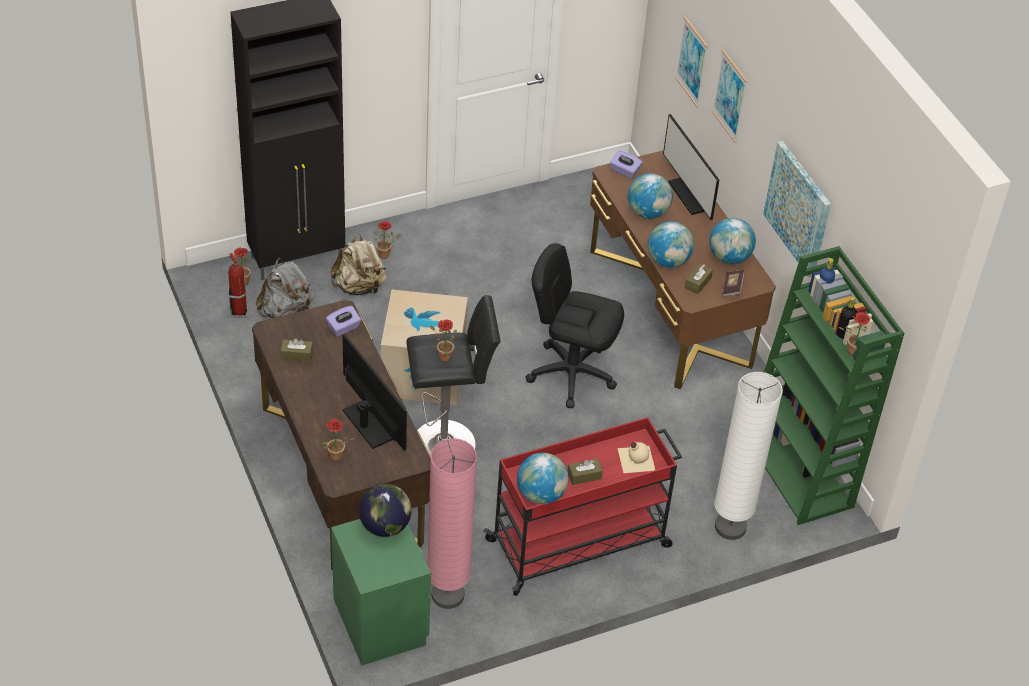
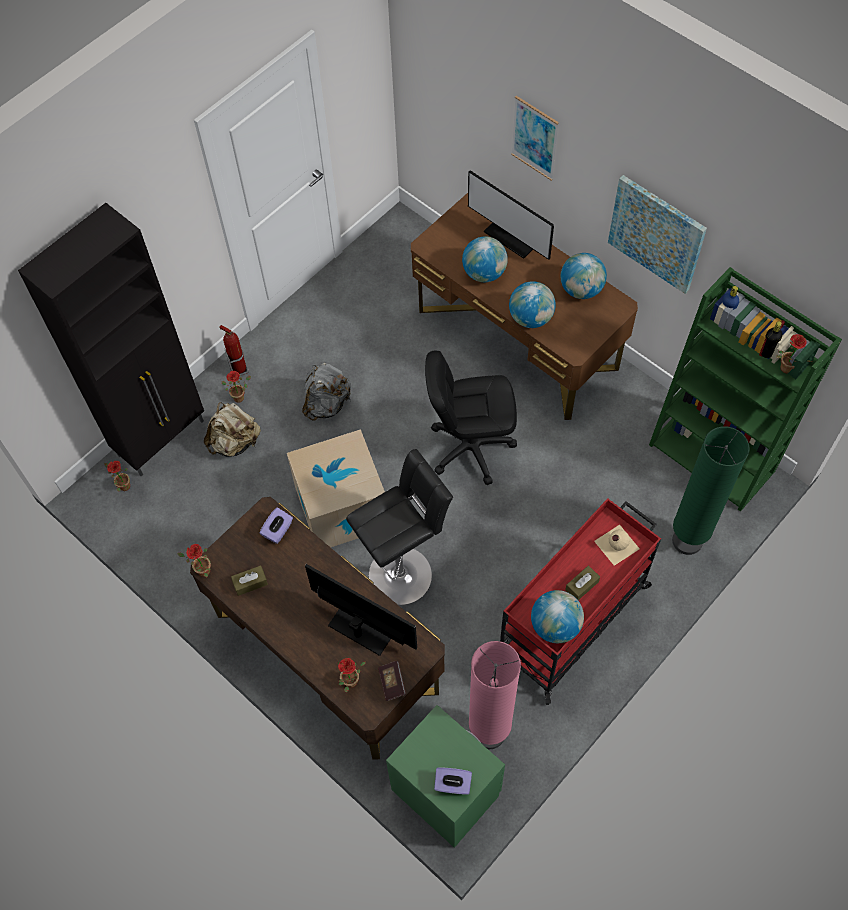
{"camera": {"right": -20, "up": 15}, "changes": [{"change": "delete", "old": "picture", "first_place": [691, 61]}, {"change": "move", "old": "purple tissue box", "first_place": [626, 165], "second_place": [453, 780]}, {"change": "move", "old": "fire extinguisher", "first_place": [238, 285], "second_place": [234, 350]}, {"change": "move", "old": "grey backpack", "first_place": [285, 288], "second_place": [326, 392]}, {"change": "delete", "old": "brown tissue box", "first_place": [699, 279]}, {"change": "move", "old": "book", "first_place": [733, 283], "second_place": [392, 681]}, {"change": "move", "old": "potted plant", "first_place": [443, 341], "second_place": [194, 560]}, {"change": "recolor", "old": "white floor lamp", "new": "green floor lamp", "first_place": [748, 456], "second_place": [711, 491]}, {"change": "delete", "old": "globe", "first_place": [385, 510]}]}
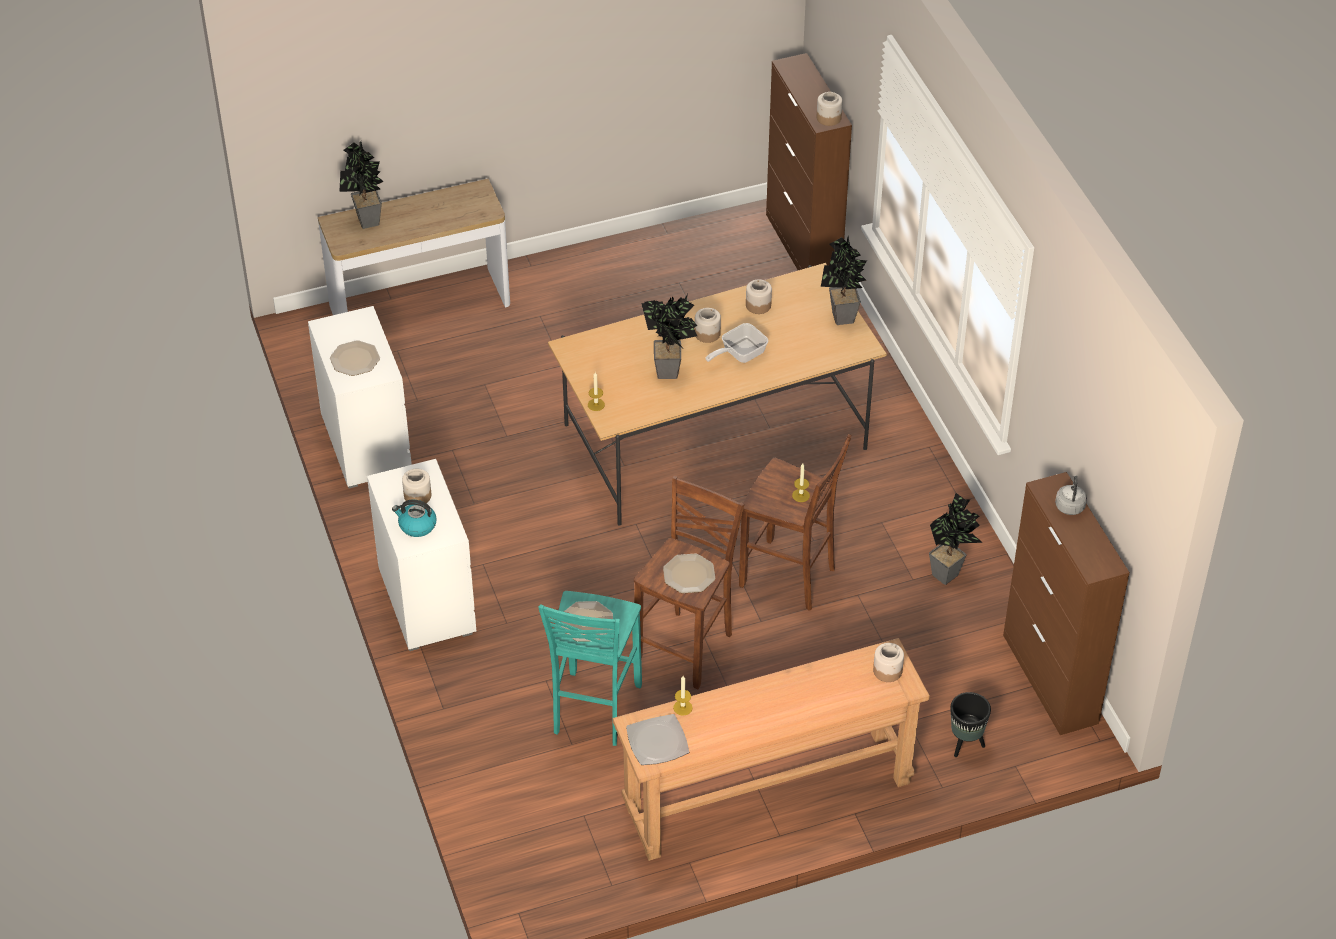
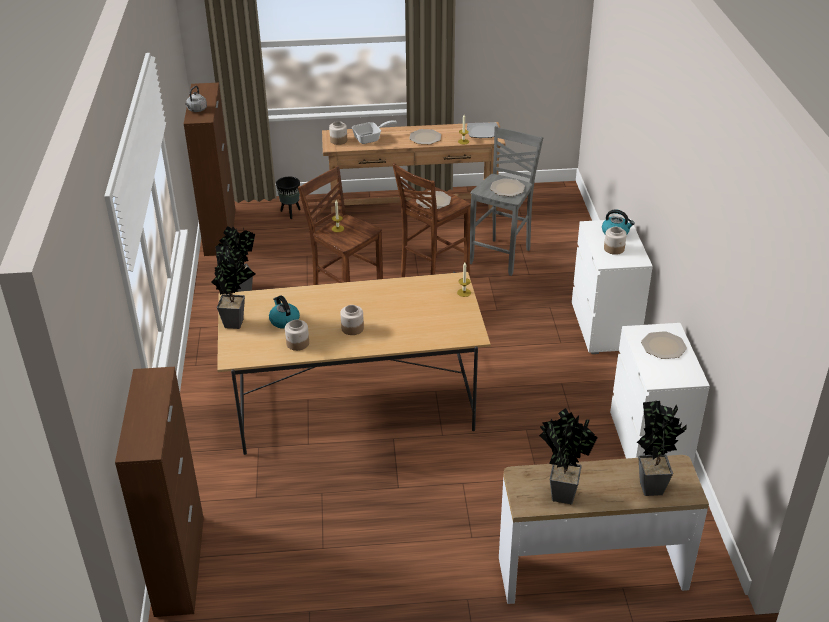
{"camera": {"right": -165, "up": -10}, "changes": [{"change": "delete", "old": "jar", "first_place": [830, 109]}, {"change": "move", "old": "potted plant", "first_place": [669, 336], "second_place": [568, 456]}, {"change": "move", "old": "frying pan", "first_place": [737, 343], "second_place": [374, 132]}, {"change": "recolor", "old": "turquoise stool", "new": "grey stool", "first_place": [590, 668], "second_place": [506, 201]}, {"change": "insert", "new": "plate", "second_place": [425, 136]}, {"change": "insert", "new": "kettle", "second_place": [284, 312]}]}
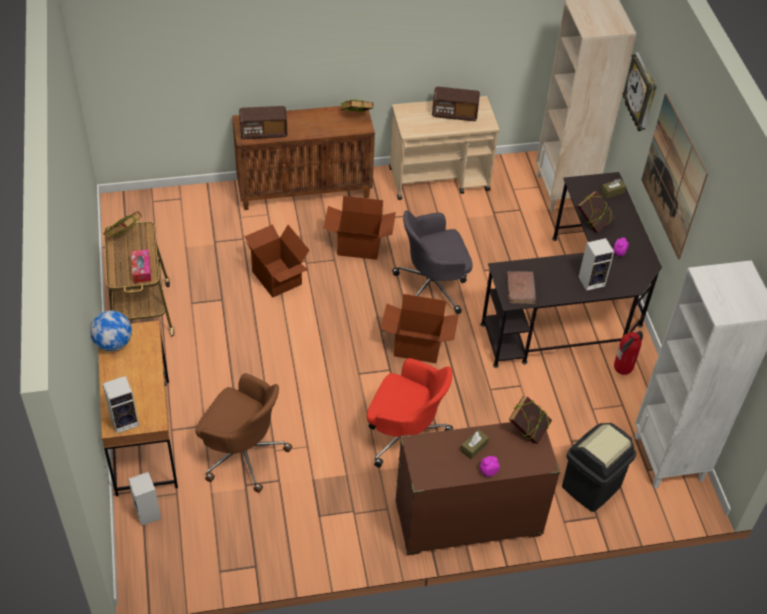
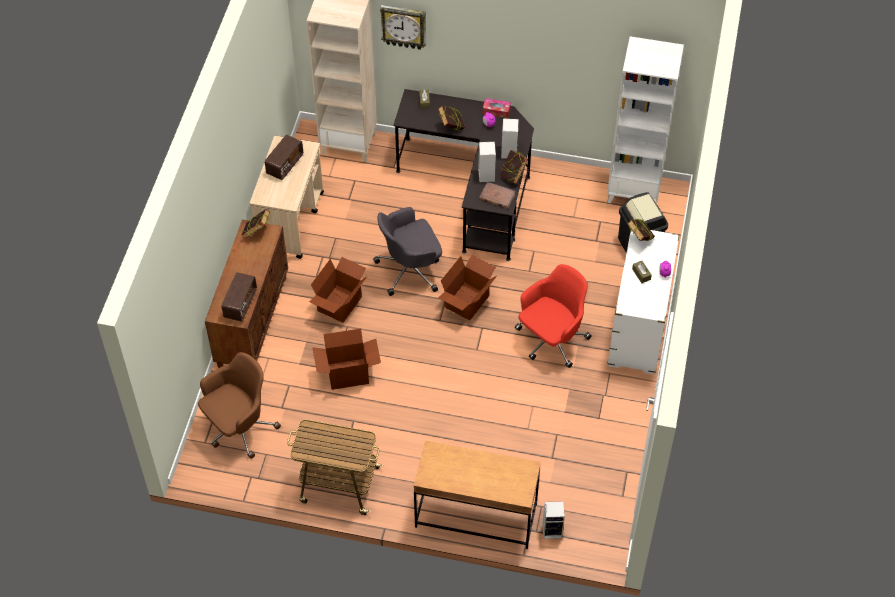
{"camera": {"right": -65, "up": 5}, "changes": [{"change": "delete", "old": "picture", "first_place": [674, 176]}, {"change": "rotate", "old": "grey office chair", "first_place": [432, 262], "second_place": [407, 251], "degrees": 60}, {"change": "move", "old": "book", "first_place": [122, 225], "second_place": [513, 167]}, {"change": "move", "old": "tissue box", "first_place": [141, 266], "second_place": [497, 108]}, {"change": "delete", "old": "globe", "first_place": [111, 331]}, {"change": "delete", "old": "fire extinguisher", "first_place": [628, 353]}, {"change": "move", "old": "brown office chair", "first_place": [244, 433], "second_place": [239, 405]}, {"change": "move", "old": "speaker", "first_place": [120, 404], "second_place": [487, 162]}, {"change": "recolor", "old": "brown dresser", "new": "white dresser", "first_place": [477, 488], "second_place": [643, 302]}]}
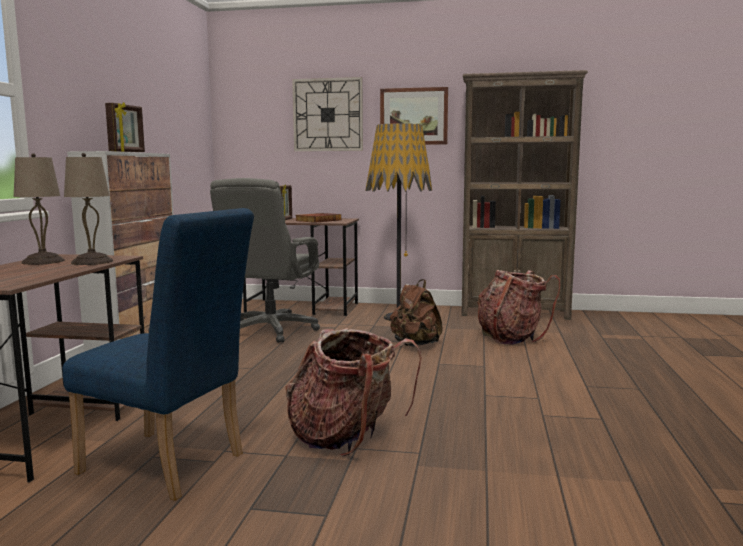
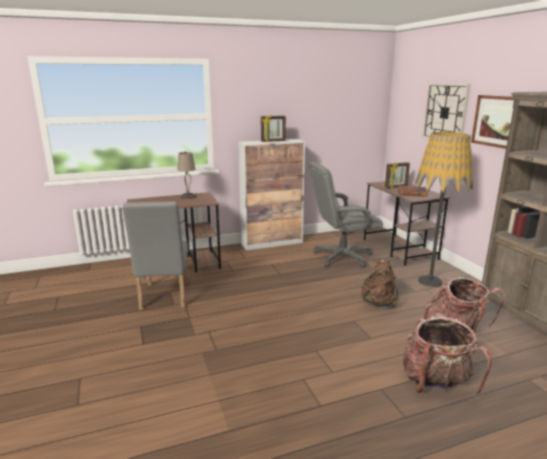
{"camera": {"right": 60, "up": 10}, "changes": [{"change": "delete", "old": "beige table lamp", "first_place": [88, 209]}, {"change": "recolor", "old": "blue chair", "new": "grey chair", "first_place": [158, 354], "second_place": [155, 255]}, {"change": "move", "old": "backpack", "first_place": [354, 392], "second_place": [447, 354]}]}
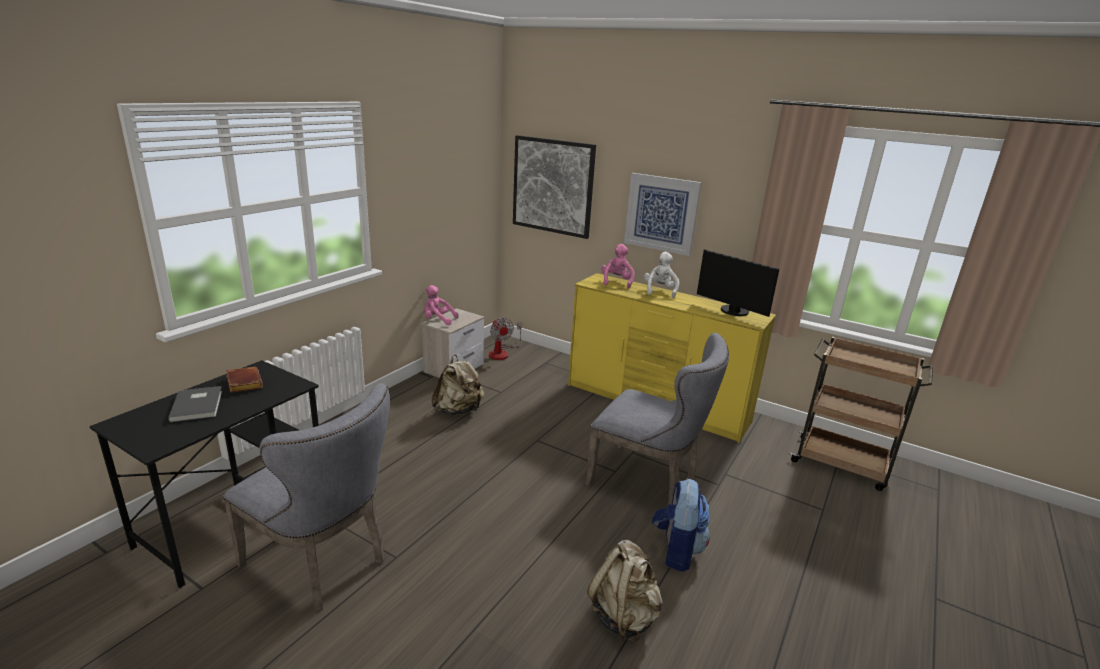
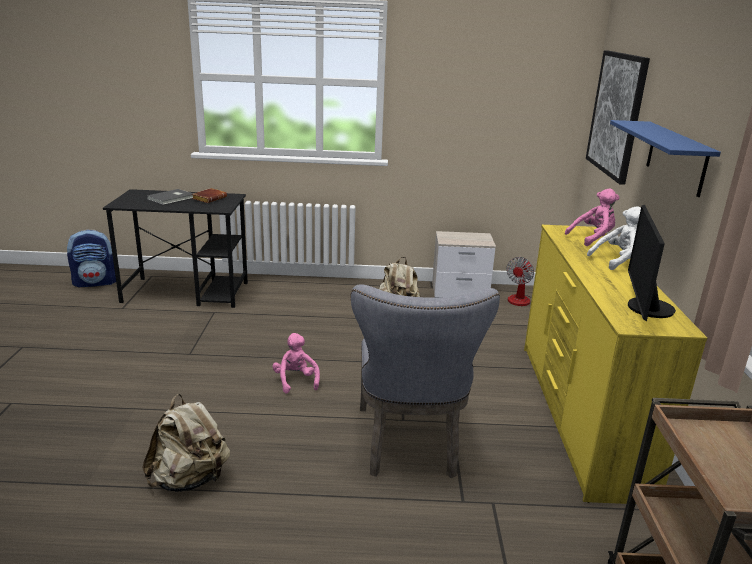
{"camera": {"right": 60, "up": 0}, "changes": [{"change": "replace", "old": "picture", "new": "blue shelf", "first_place": [663, 214], "second_place": [665, 158]}, {"change": "move", "old": "pink plush toy", "first_place": [441, 305], "second_place": [296, 363]}, {"change": "delete", "old": "grey chair", "first_place": [306, 497]}, {"change": "move", "old": "backpack", "first_place": [681, 525], "second_place": [91, 258]}]}
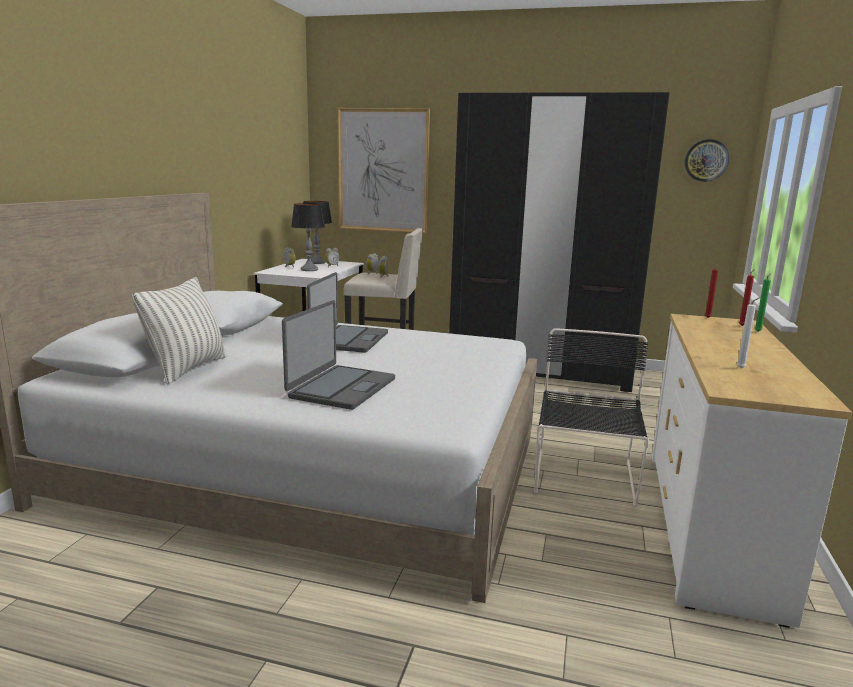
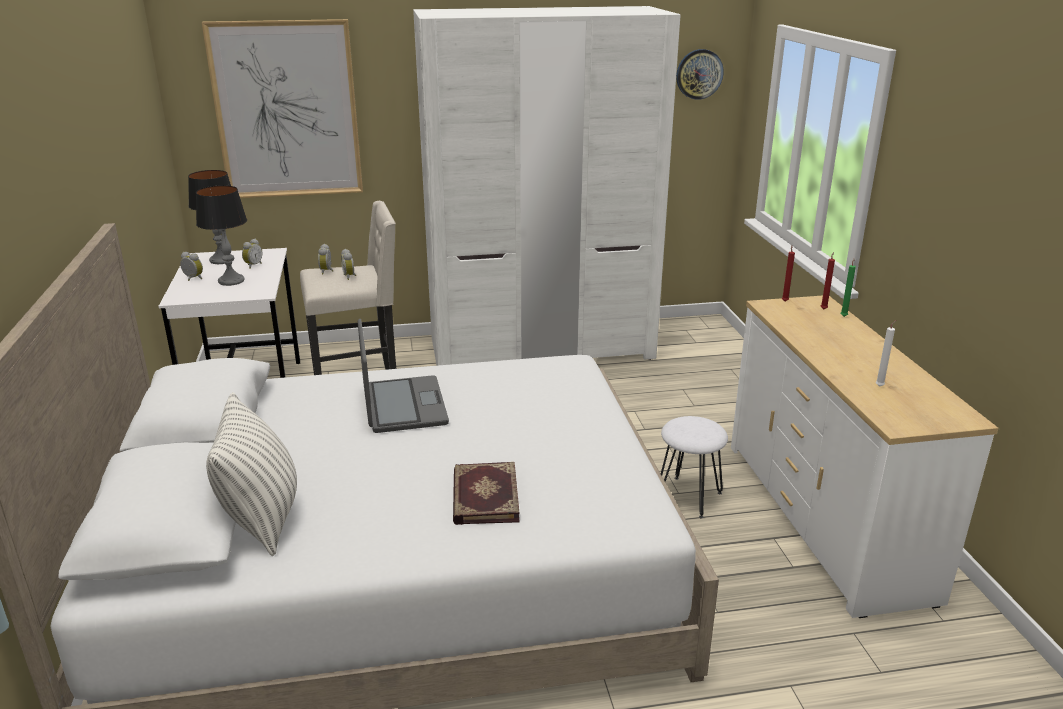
{"camera": {"right": -25, "up": 10}, "changes": [{"change": "recolor", "old": "black wardrobe", "new": "white wardrobe", "first_place": [559, 242], "second_place": [547, 186]}, {"change": "replace", "old": "laptop", "new": "book", "first_place": [338, 355], "second_place": [486, 493]}, {"change": "replace", "old": "black chair", "new": "white stool", "first_place": [591, 417], "second_place": [694, 467]}]}
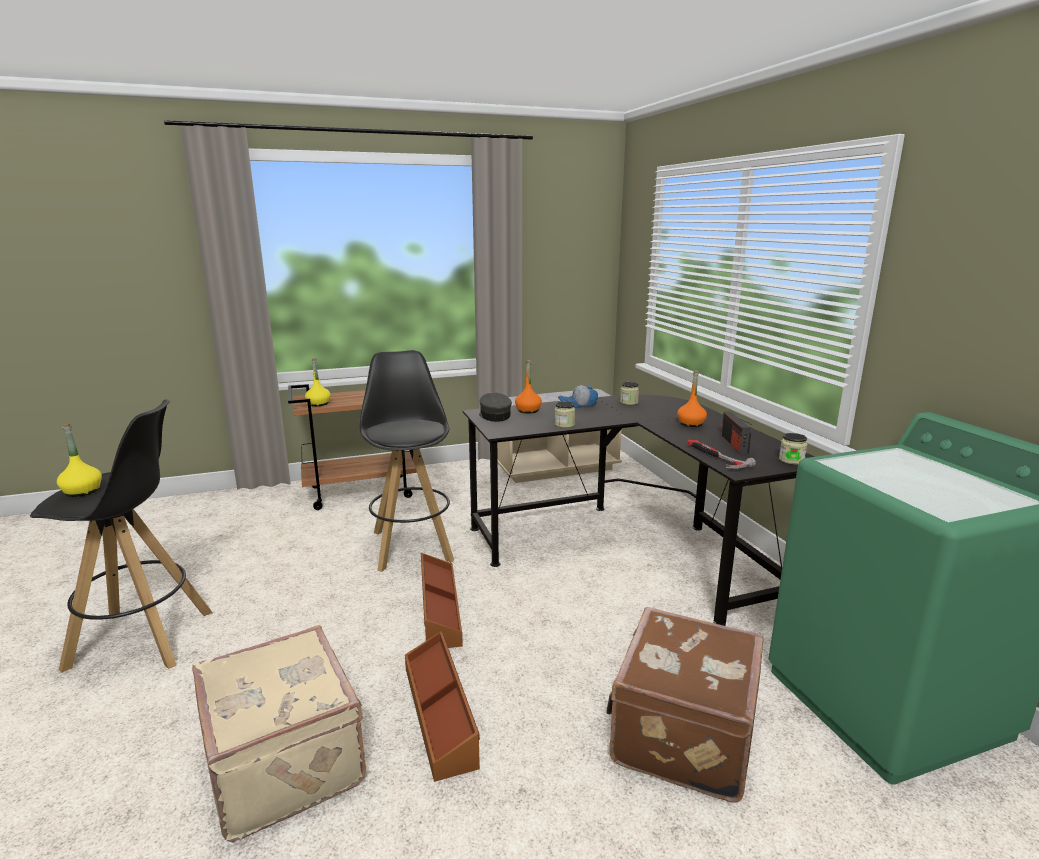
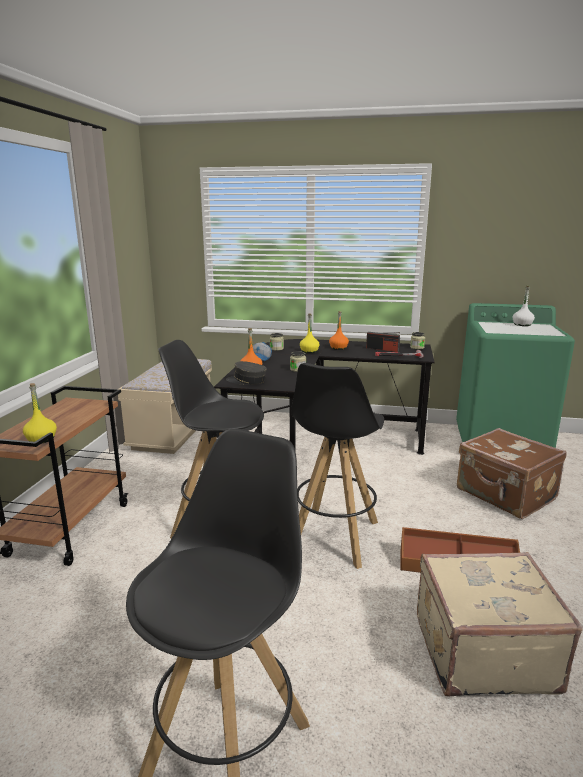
{"camera": {"right": -60, "up": 0}, "changes": [{"change": "move", "old": "yellow bottle", "first_place": [79, 460], "second_place": [310, 333]}, {"change": "replace", "old": "brown storage box", "new": "black stool", "first_place": [442, 600], "second_place": [337, 466]}, {"change": "insert", "new": "white bottle", "second_place": [523, 305]}]}
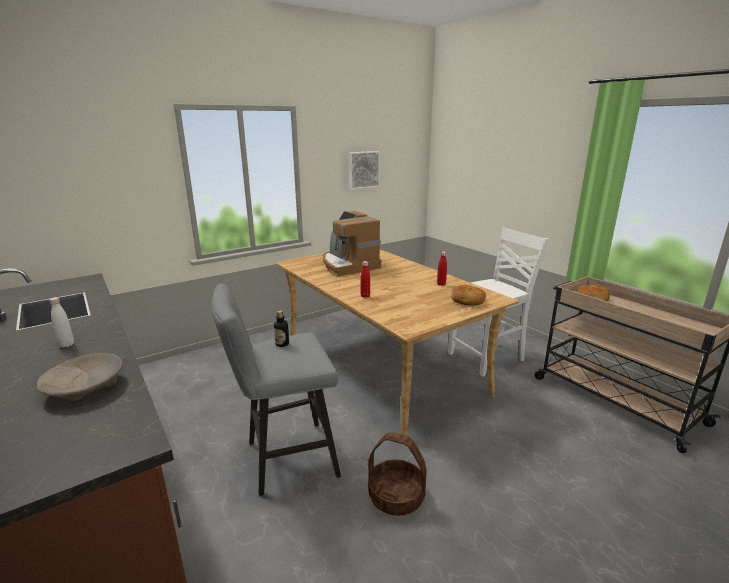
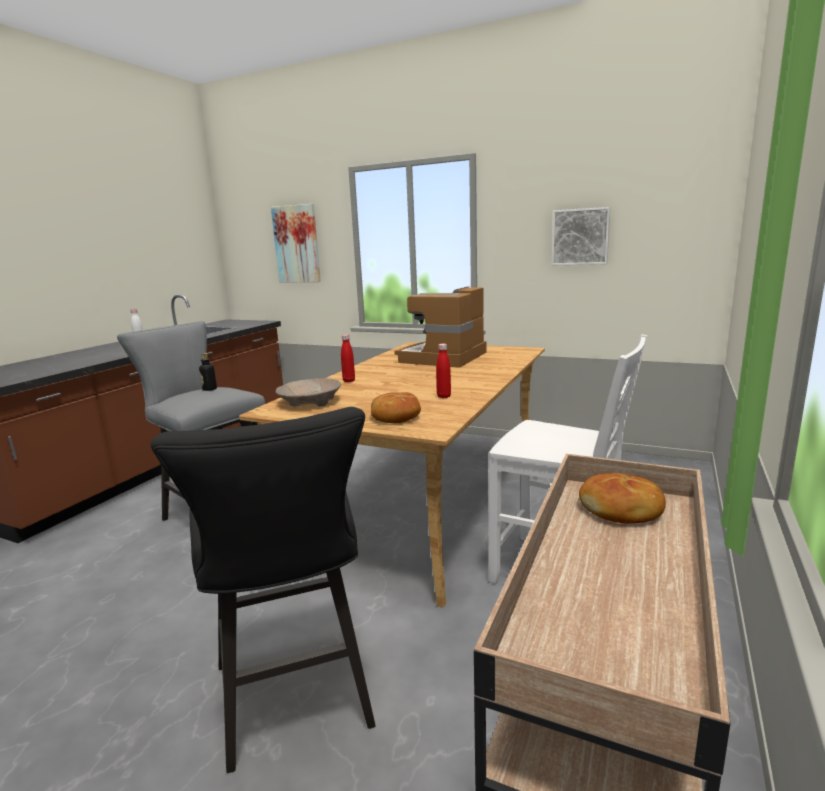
{"camera": {"right": 60, "up": -5}, "changes": [{"change": "move", "old": "beige bowl", "first_place": [79, 377], "second_place": [308, 392]}, {"change": "delete", "old": "basket", "first_place": [397, 474]}, {"change": "insert", "new": "picture", "second_place": [296, 243]}, {"change": "insert", "new": "black stool", "second_place": [263, 590]}]}
